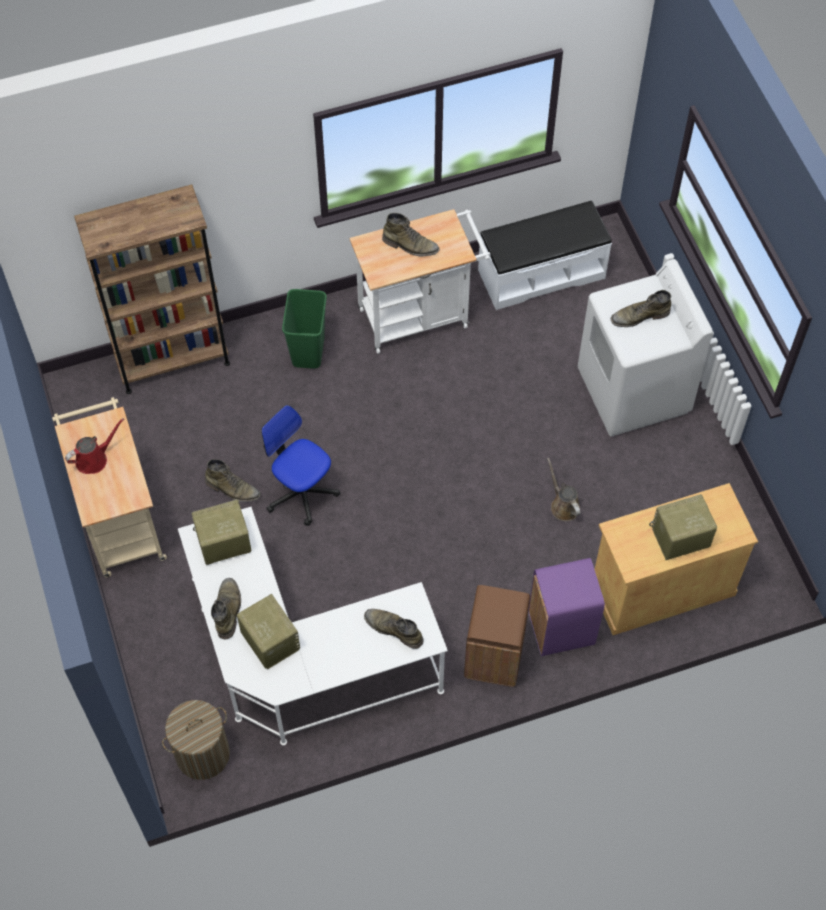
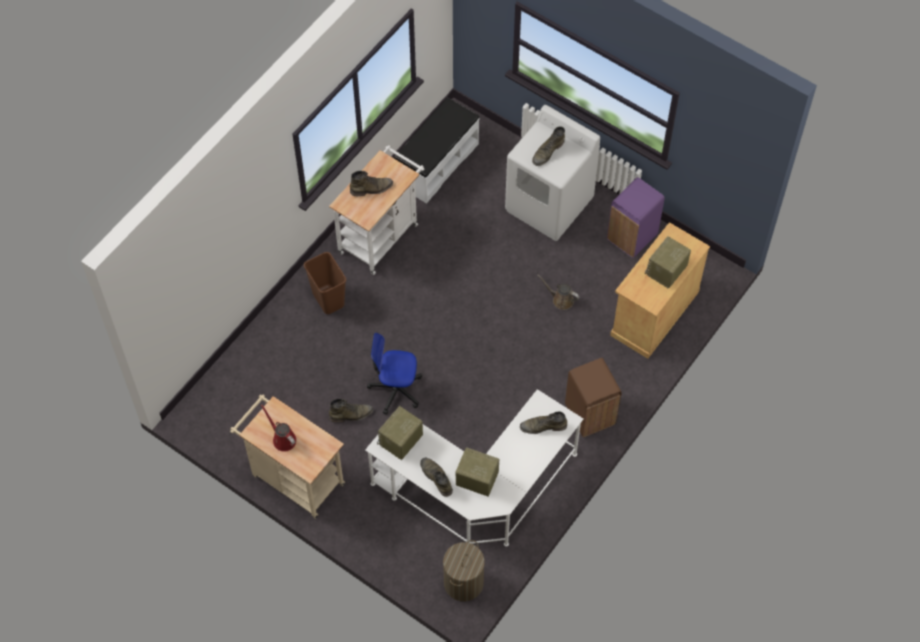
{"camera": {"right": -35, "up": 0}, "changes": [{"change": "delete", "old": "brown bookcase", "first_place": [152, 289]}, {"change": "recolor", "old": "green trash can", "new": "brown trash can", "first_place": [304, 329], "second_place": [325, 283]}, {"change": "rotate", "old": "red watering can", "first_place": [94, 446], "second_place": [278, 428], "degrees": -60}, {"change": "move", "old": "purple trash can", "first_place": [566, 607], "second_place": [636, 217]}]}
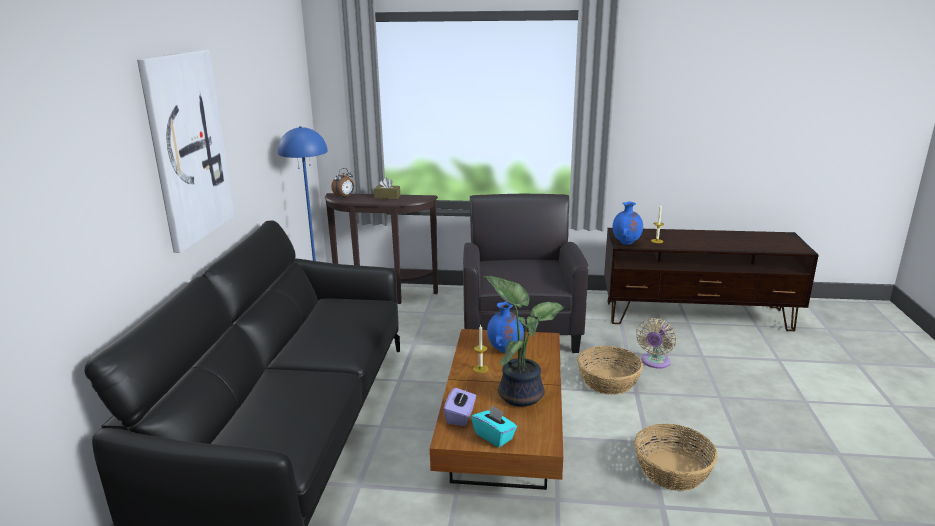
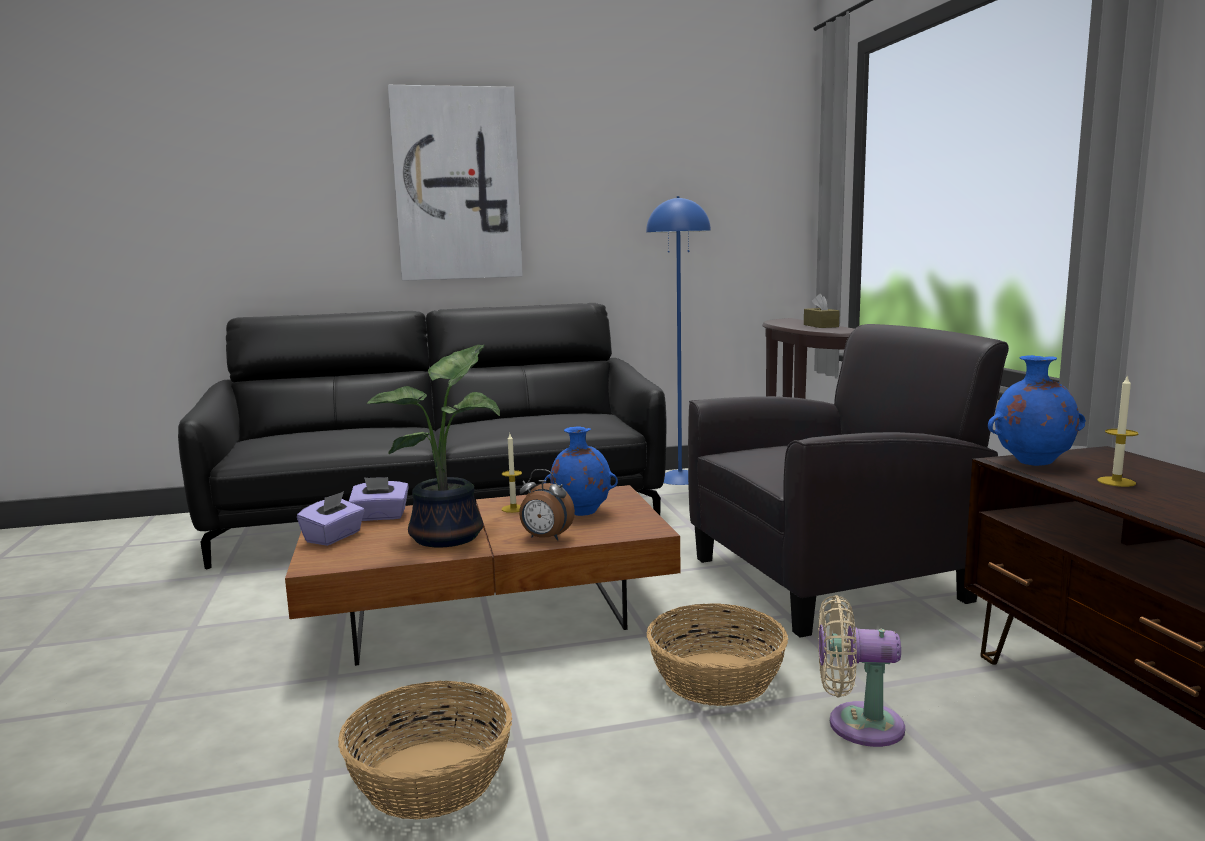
{"camera": {"right": 70, "up": -10}, "changes": [{"change": "move", "old": "alarm clock", "first_place": [342, 183], "second_place": [547, 505]}, {"change": "recolor", "old": "turquoise tissue box", "new": "purple tissue box", "first_place": [494, 426], "second_place": [331, 518]}]}
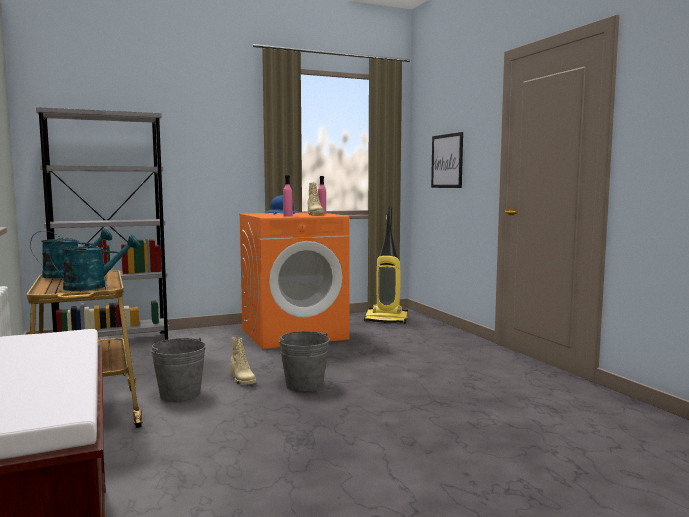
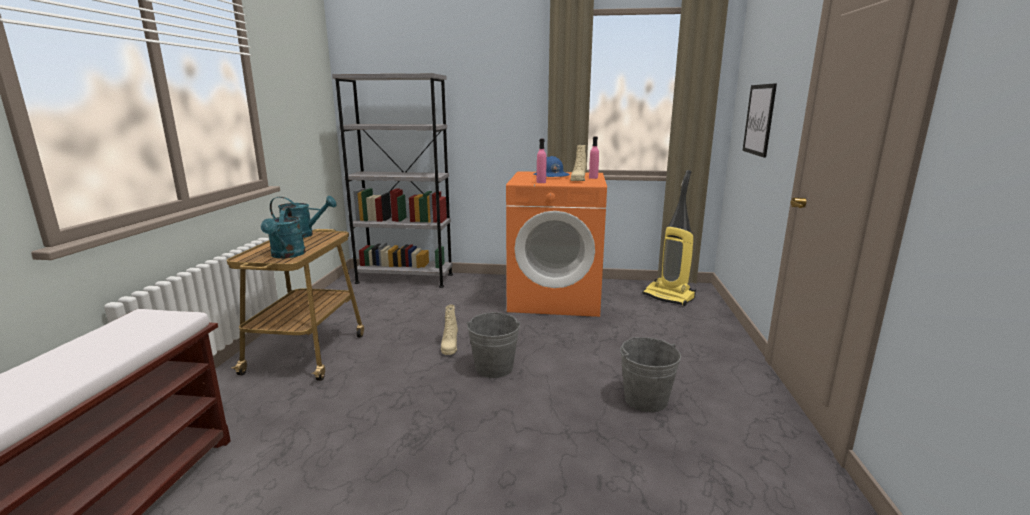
{"camera": {"right": 30, "up": 10}, "changes": [{"change": "rotate", "old": "turquoise watering can", "first_place": [95, 262], "second_place": [283, 233], "degrees": 75}, {"change": "move", "old": "grey bucket", "first_place": [178, 370], "second_place": [650, 374]}]}
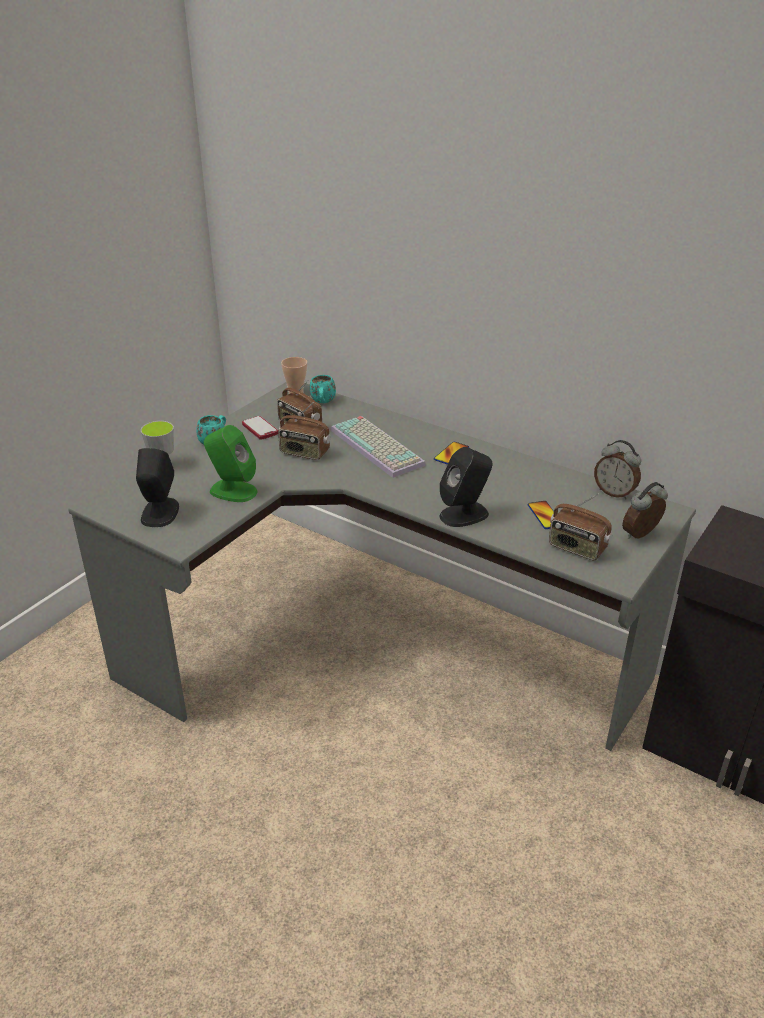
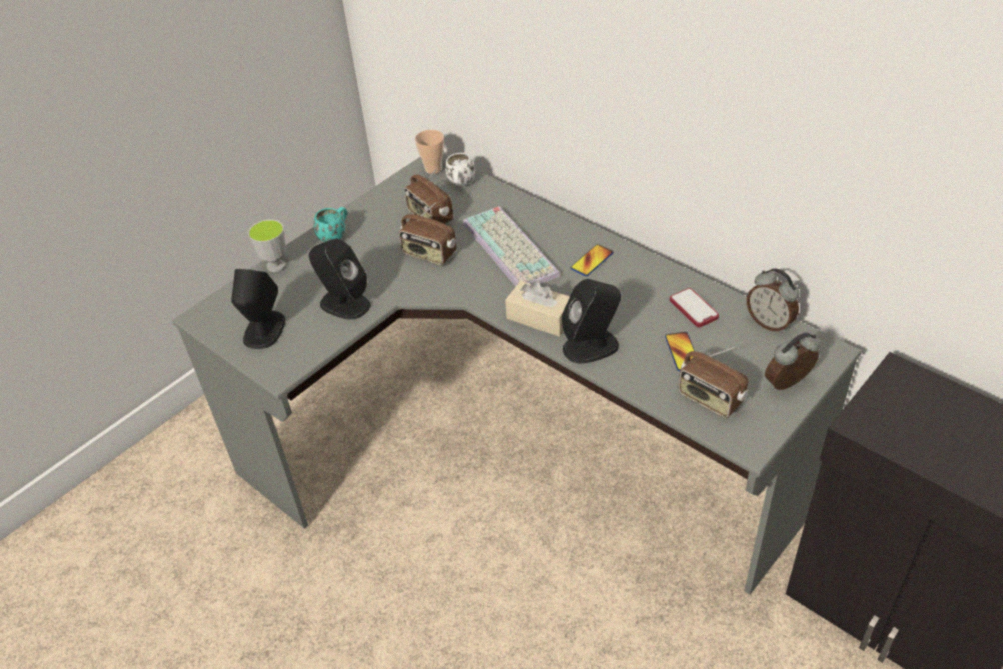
{"camera": {"right": 10, "up": 10}, "changes": [{"change": "recolor", "old": "turquoise mug", "new": "white mug", "first_place": [323, 389], "second_place": [460, 169]}, {"change": "move", "old": "phone", "first_place": [260, 428], "second_place": [694, 307]}, {"change": "recolor", "old": "green speaker", "new": "black speaker", "first_place": [231, 463], "second_place": [340, 279]}, {"change": "insert", "new": "beige tissue box", "second_place": [537, 308]}]}
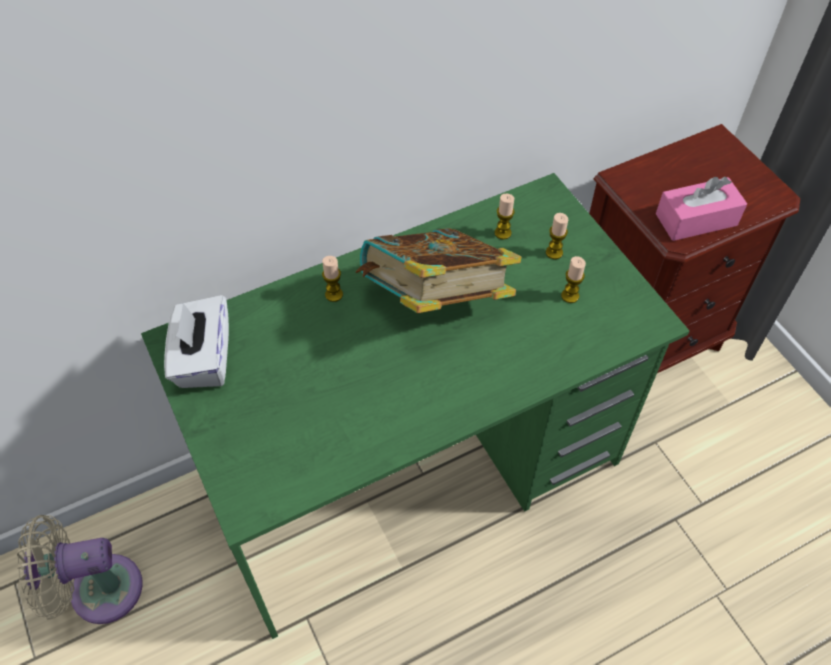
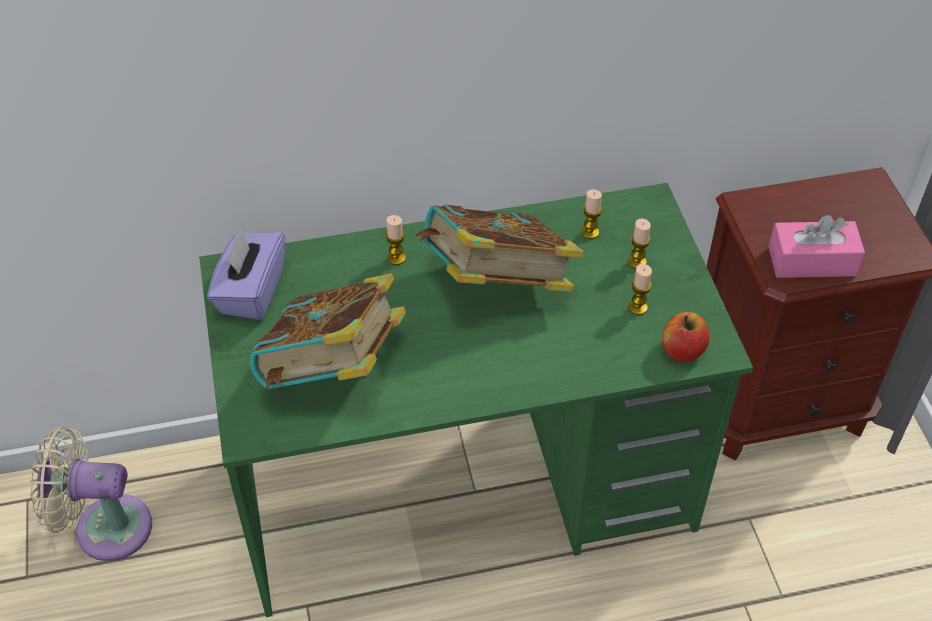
{"camera": {"right": 15, "up": -5}, "changes": [{"change": "recolor", "old": "white tissue box", "new": "purple tissue box", "first_place": [196, 341], "second_place": [246, 275]}, {"change": "insert", "new": "book", "second_place": [328, 331]}, {"change": "insert", "new": "apple", "second_place": [686, 337]}]}
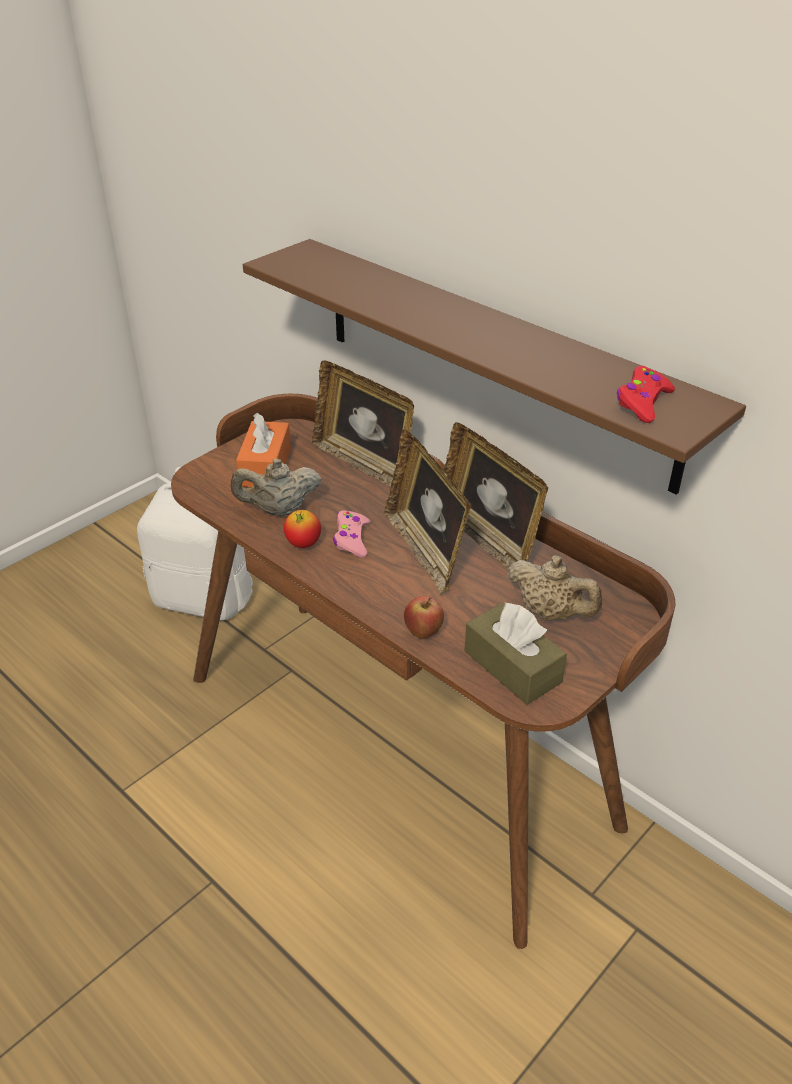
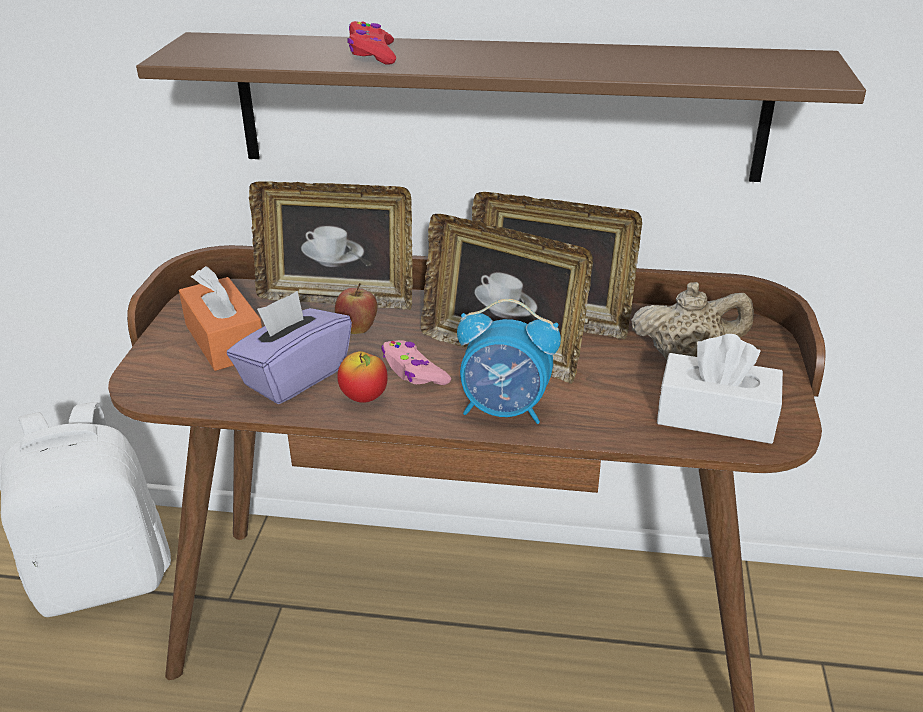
{"camera": {"right": -35, "up": -5}, "changes": [{"change": "move", "old": "red game controller", "first_place": [646, 394], "second_place": [371, 43]}, {"change": "replace", "old": "beige teapot", "new": "purple tissue box", "first_place": [276, 487], "second_place": [289, 347]}, {"change": "move", "old": "apple", "first_place": [424, 617], "second_place": [356, 308]}, {"change": "recolor", "old": "brown tissue box", "new": "white tissue box", "first_place": [516, 653], "second_place": [720, 389]}, {"change": "insert", "new": "alarm clock", "second_place": [509, 361]}]}
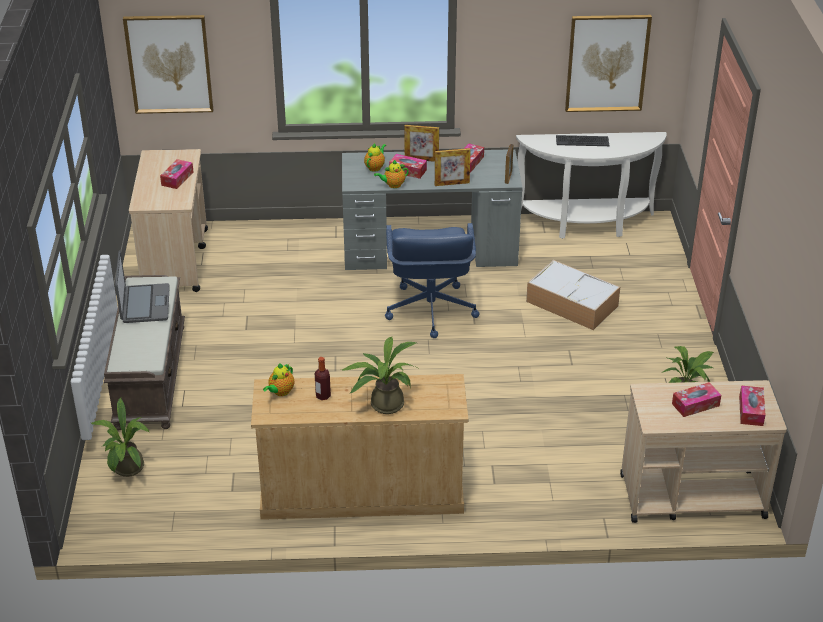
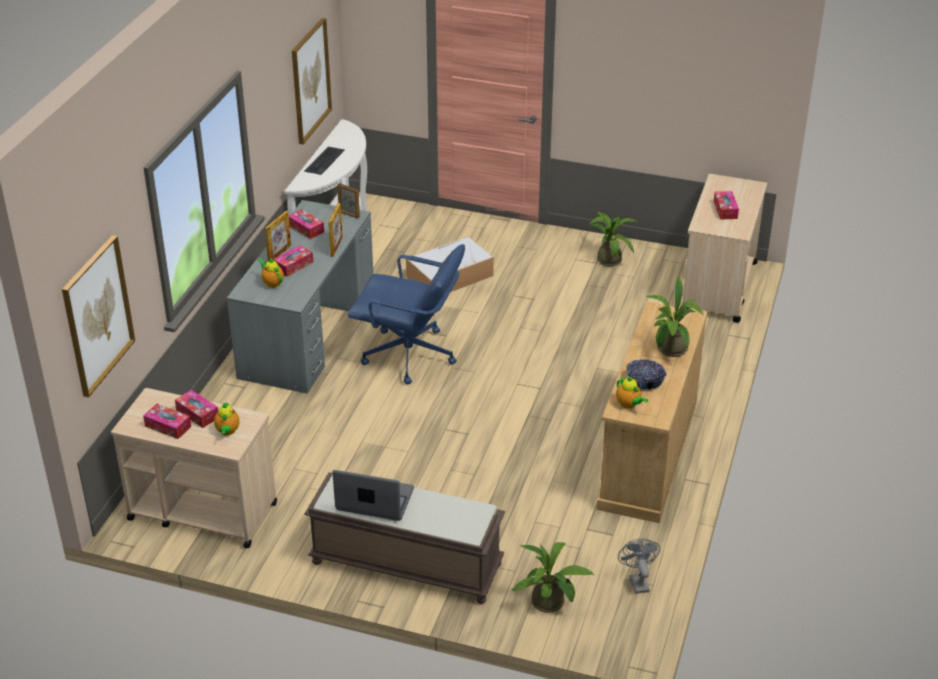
{"camera": {"right": -70, "up": 0}, "changes": [{"change": "move", "old": "teapot", "first_place": [391, 174], "second_place": [227, 419]}, {"change": "replace", "old": "bottle", "new": "bowl", "first_place": [323, 378], "second_place": [646, 374]}, {"change": "move", "old": "tissue box", "first_place": [752, 406], "second_place": [167, 421]}, {"change": "insert", "new": "grey fan", "second_place": [639, 566]}]}
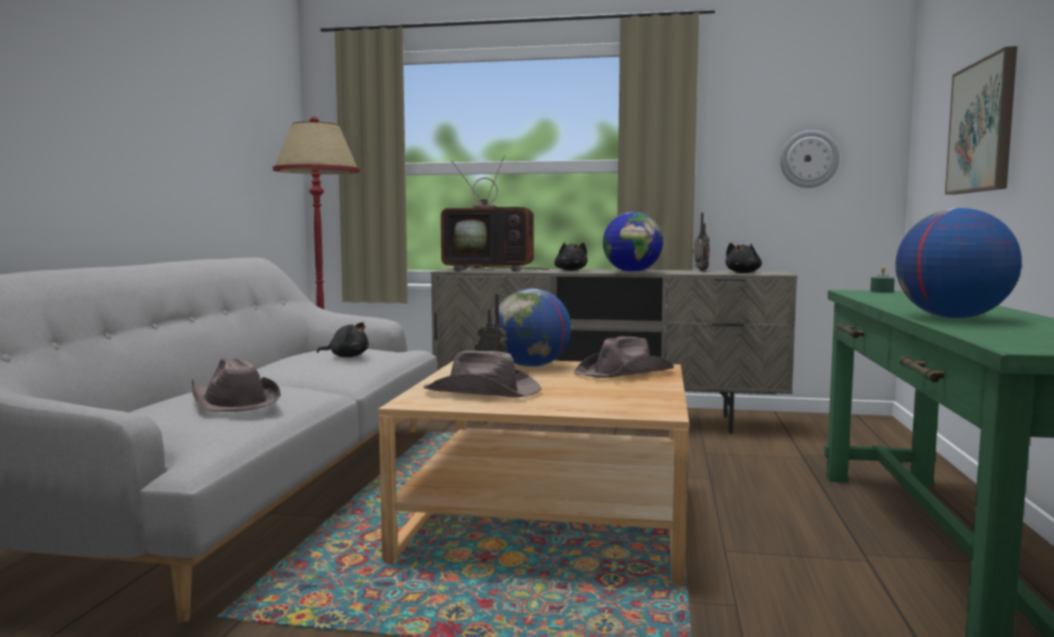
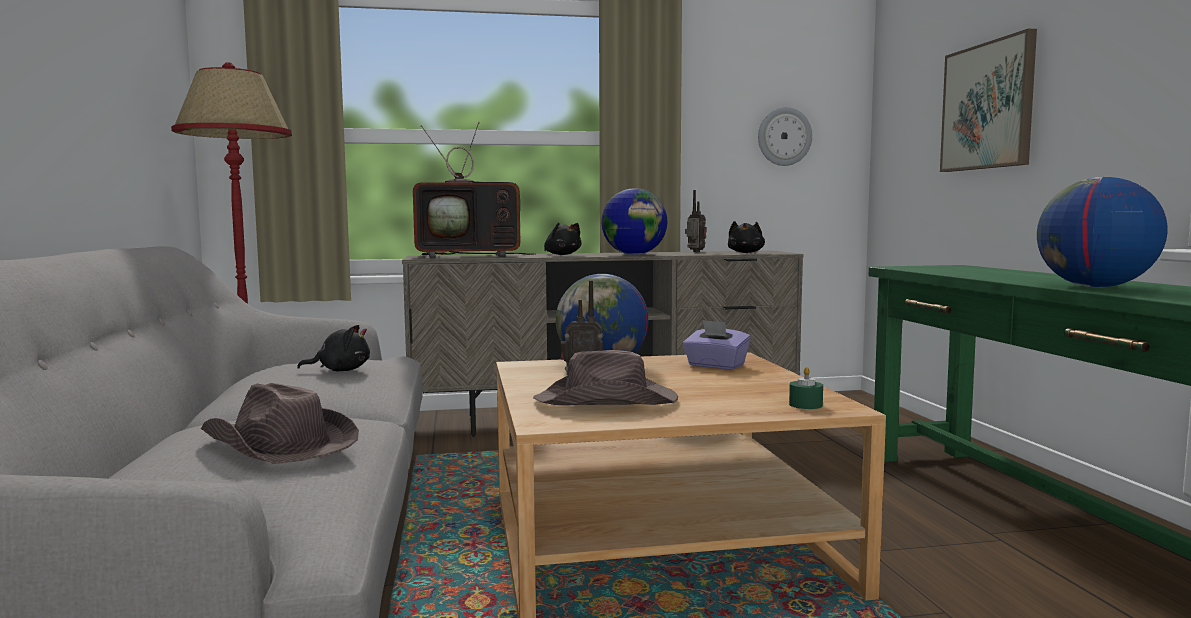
{"camera": {"right": -20, "up": 0}, "changes": [{"change": "move", "old": "green candle", "first_place": [882, 279], "second_place": [806, 388]}, {"change": "replace", "old": "brown hat", "new": "purple tissue box", "first_place": [624, 357], "second_place": [717, 345]}]}
